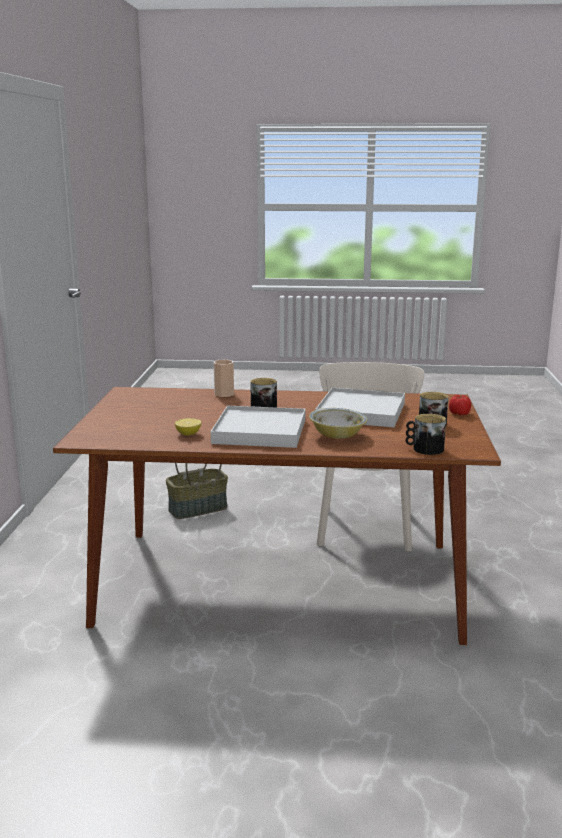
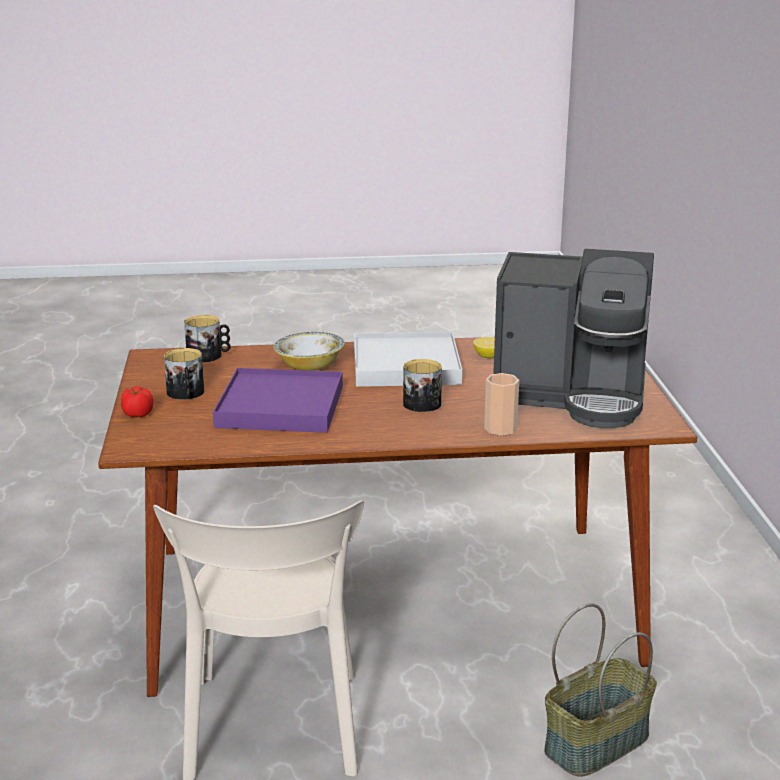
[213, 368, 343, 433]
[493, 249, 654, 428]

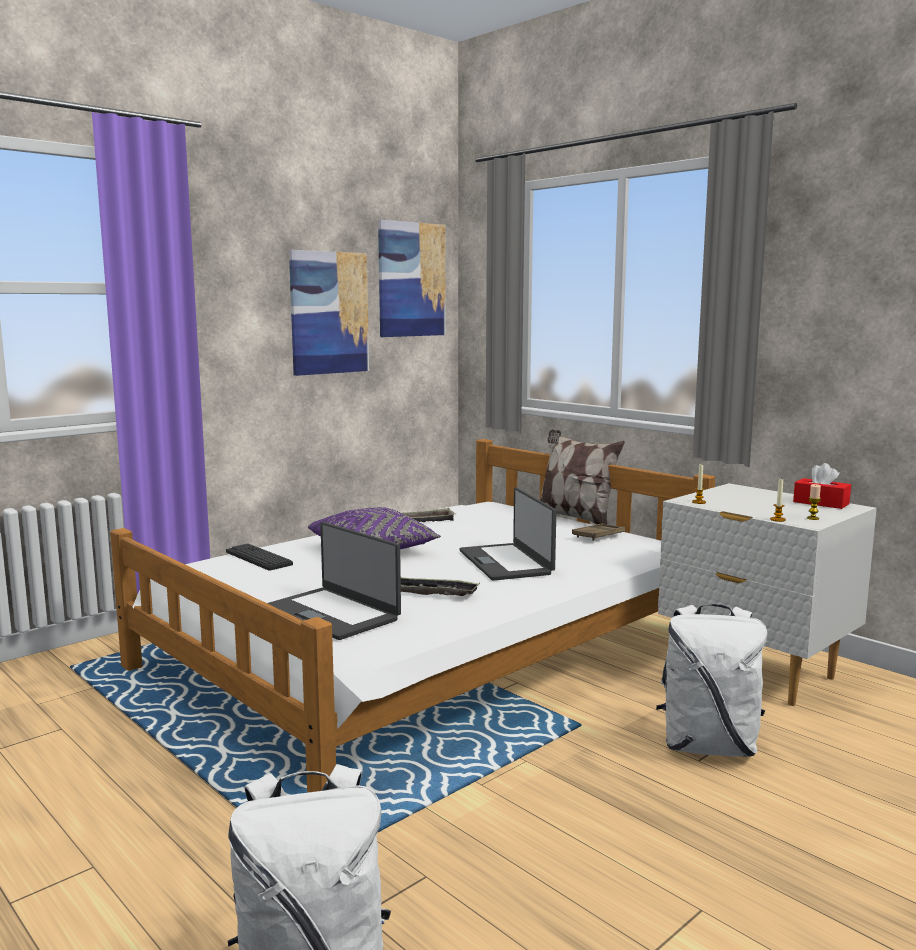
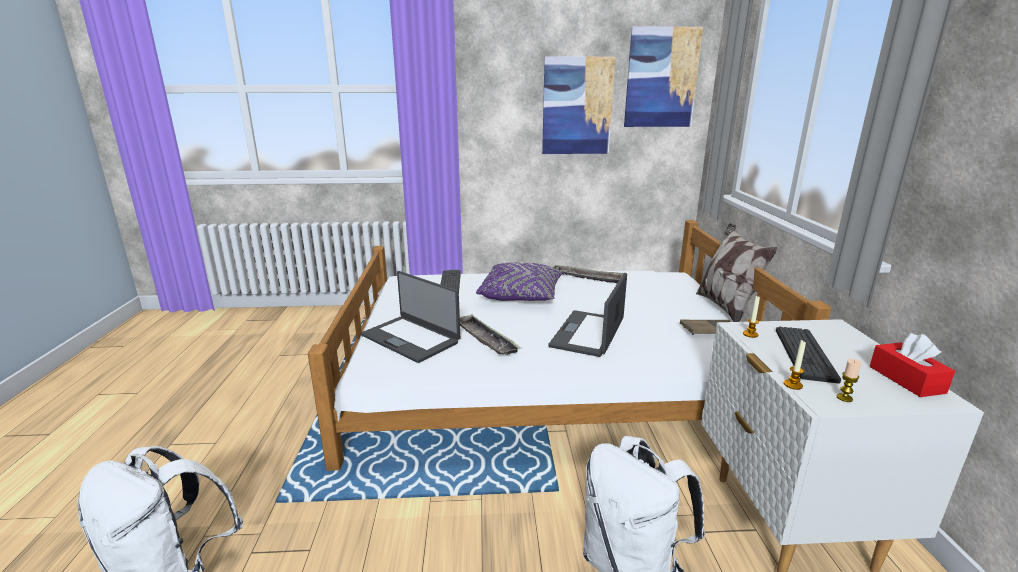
[361, 271, 460, 363]
[776, 327, 841, 384]

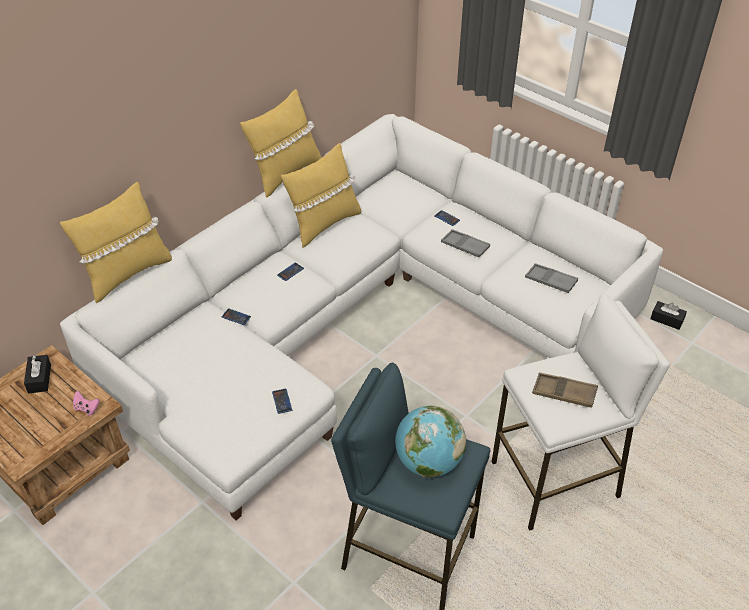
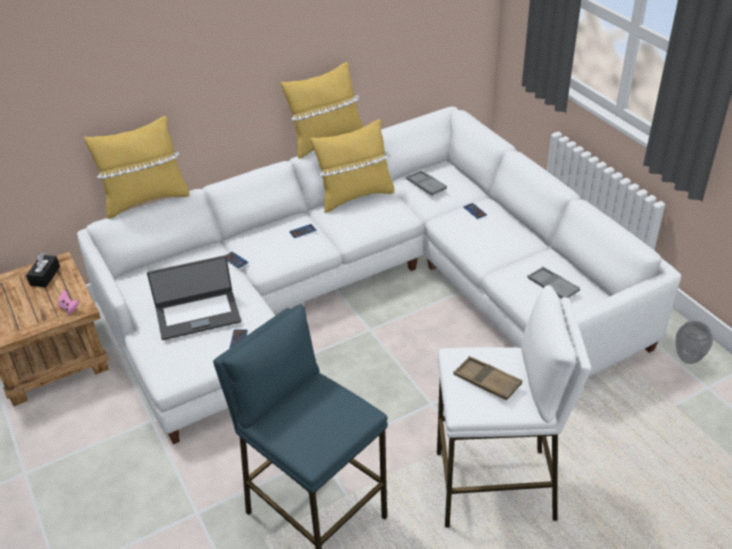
[147, 255, 241, 340]
[406, 170, 447, 195]
[675, 321, 713, 364]
[395, 406, 466, 478] (first image)

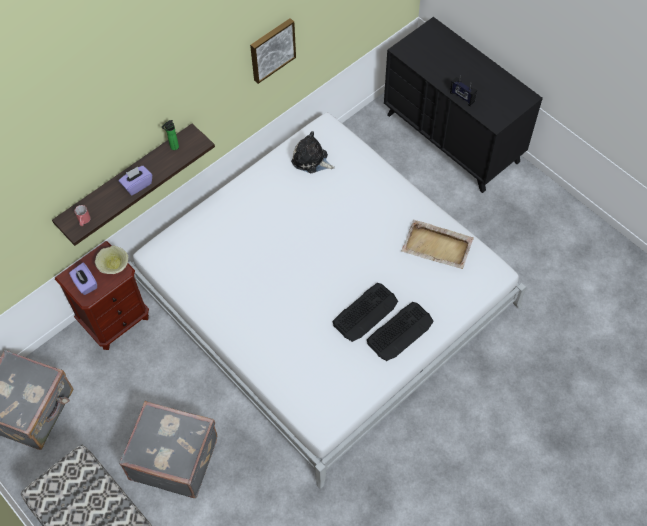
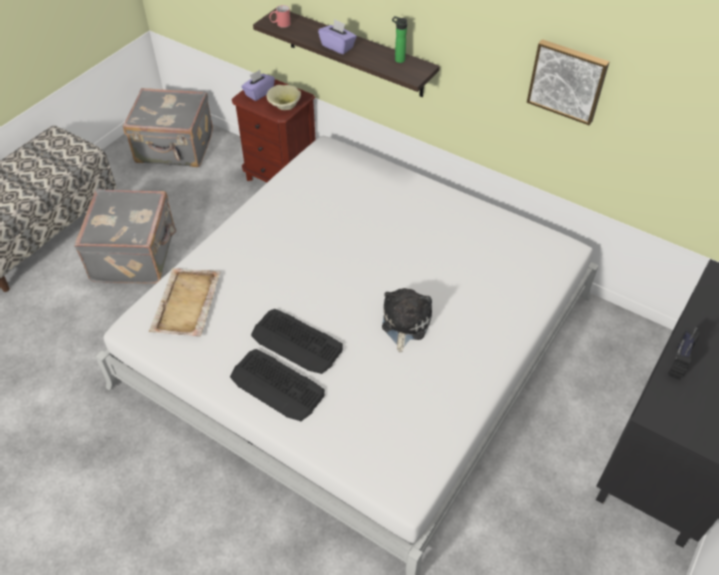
[149, 268, 221, 336]
[382, 288, 432, 352]

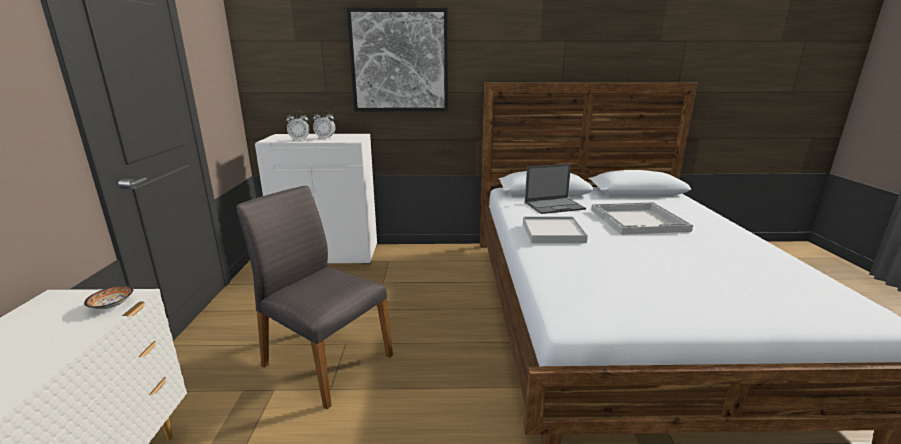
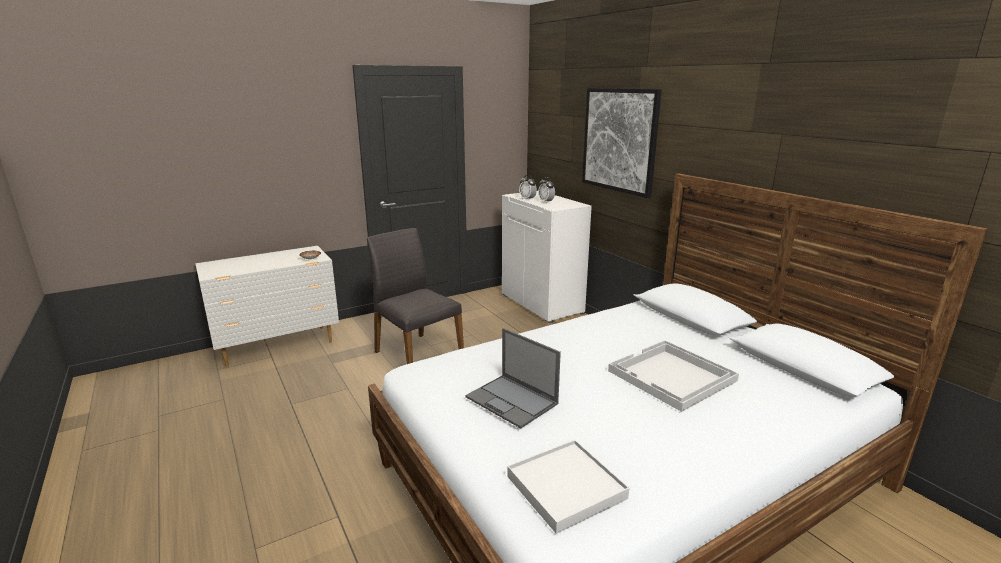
[367, 228, 464, 364]
[465, 328, 561, 429]
[507, 440, 629, 534]

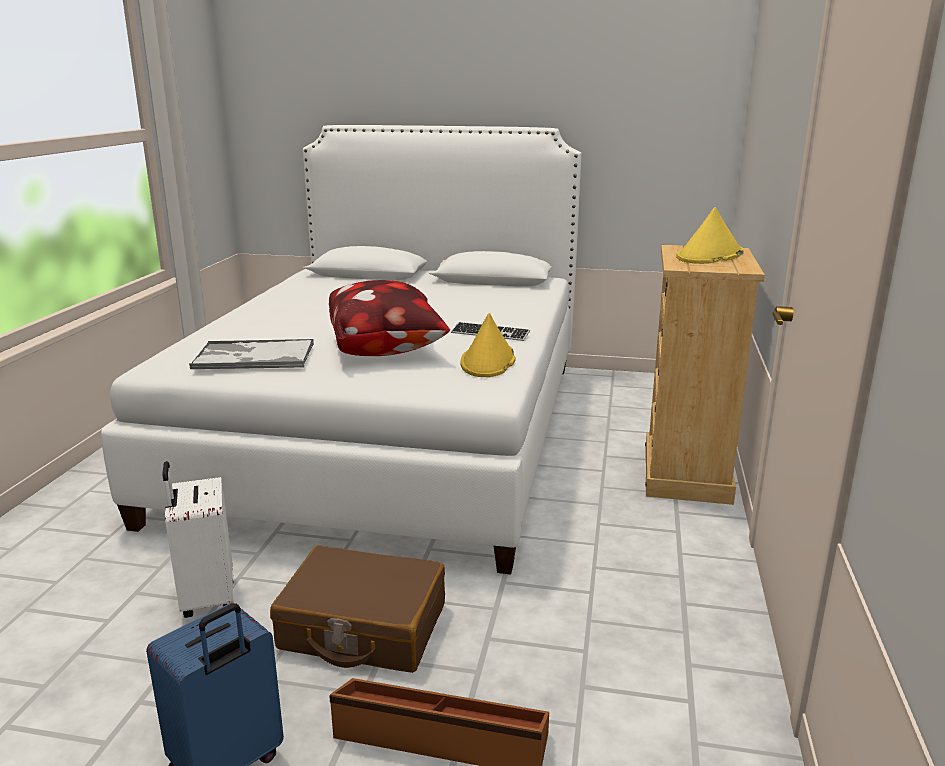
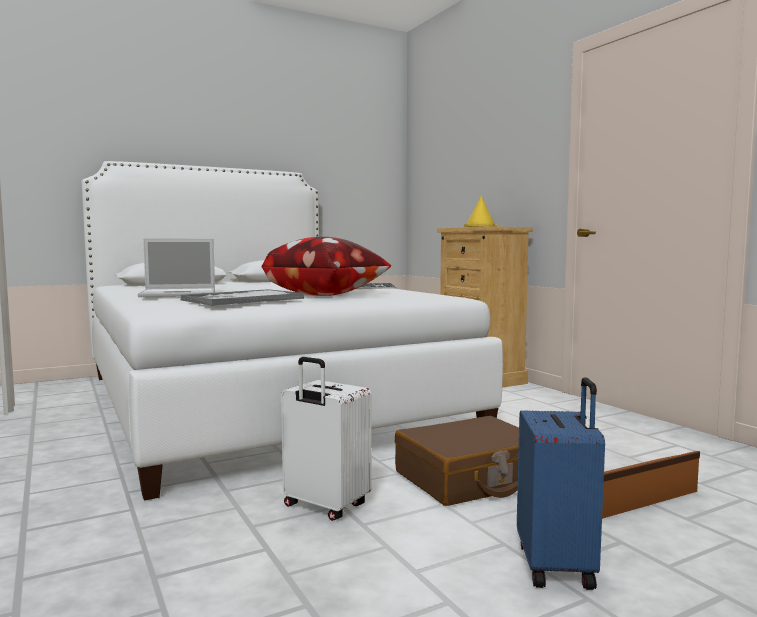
[138, 238, 215, 297]
[460, 313, 516, 377] (first image)

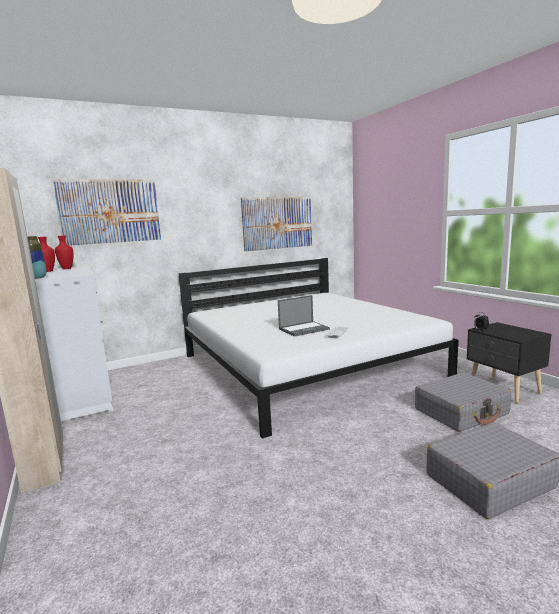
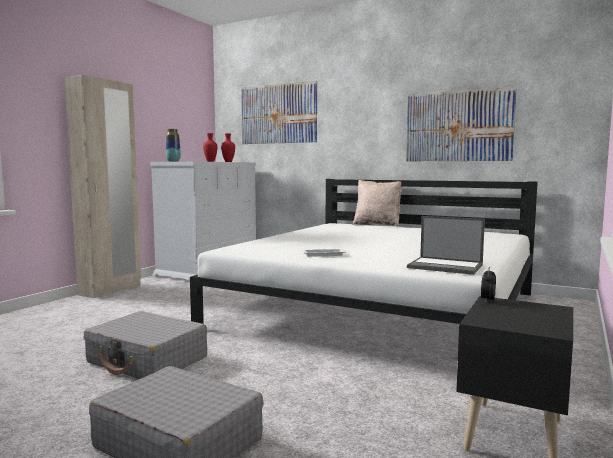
[84, 311, 207, 379]
[353, 180, 402, 227]
[407, 216, 485, 275]

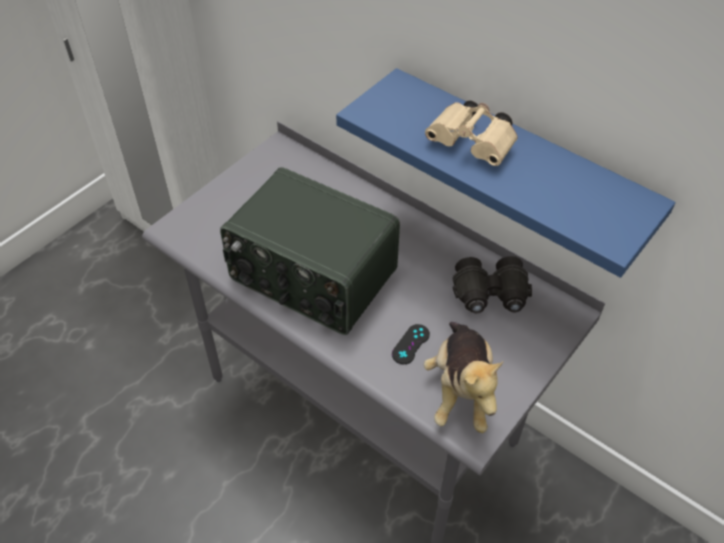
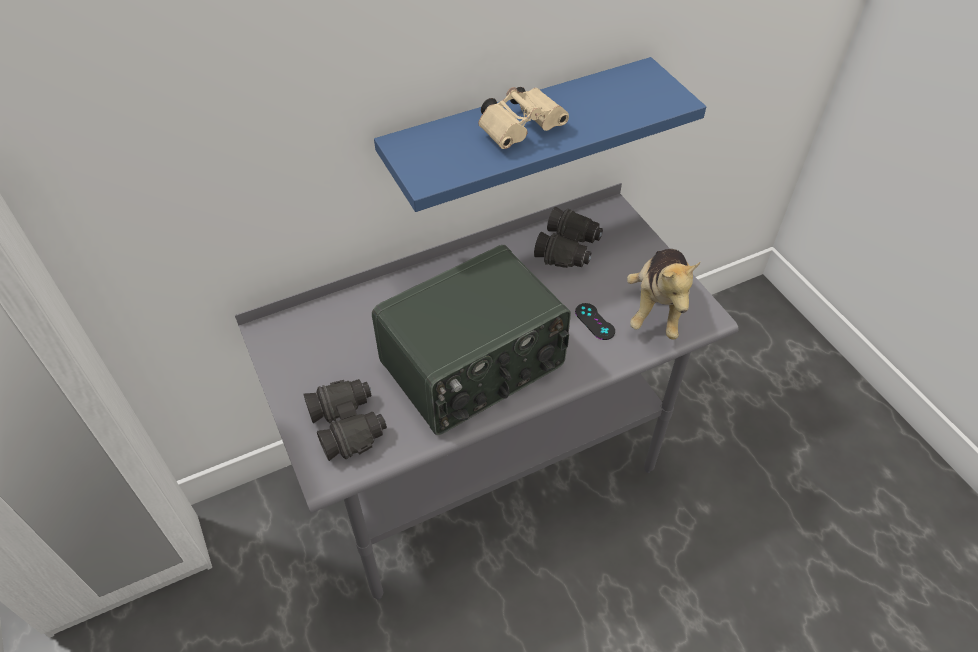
[303, 379, 387, 461]
[627, 249, 700, 339]

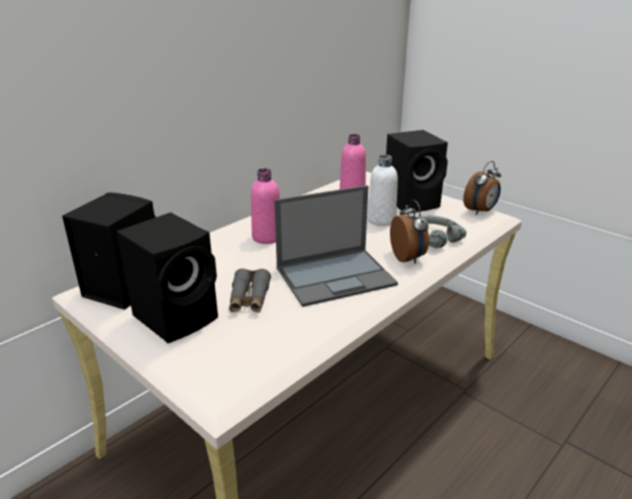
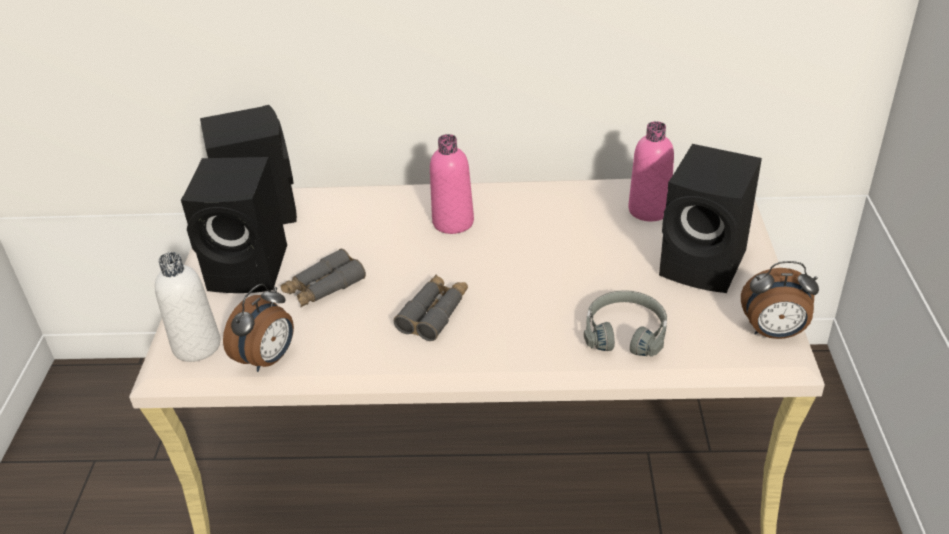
[155, 252, 220, 362]
[223, 284, 294, 372]
[394, 274, 468, 341]

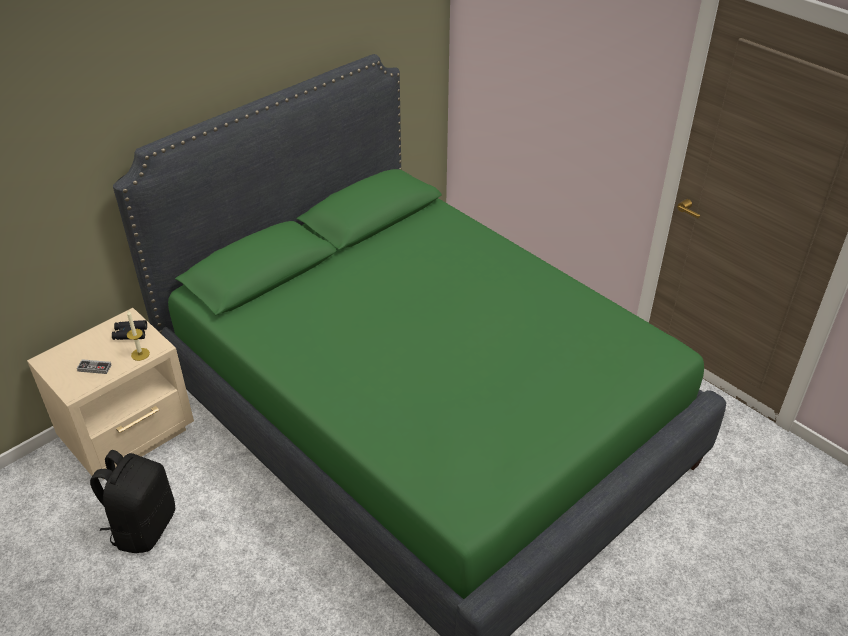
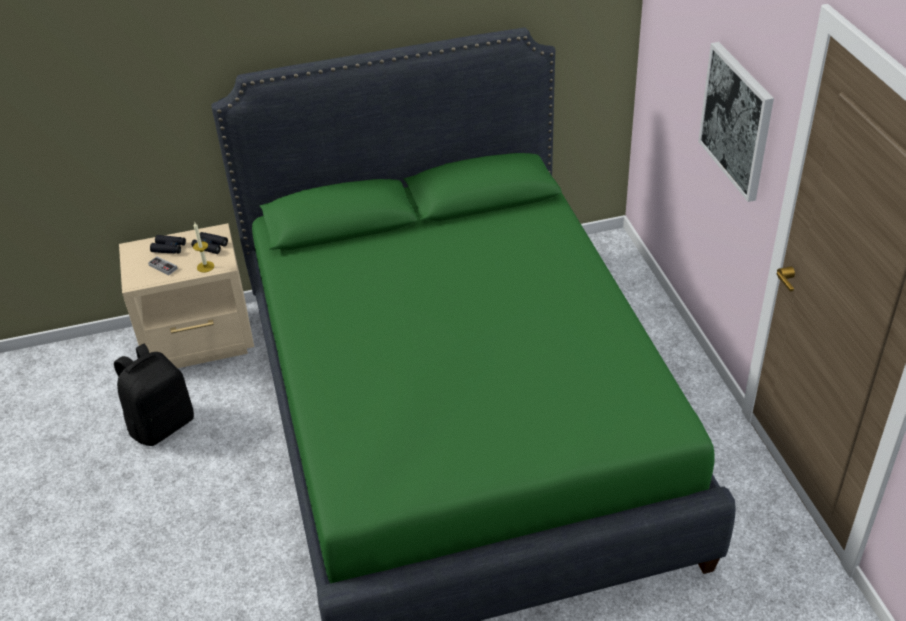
[150, 235, 186, 254]
[698, 42, 774, 202]

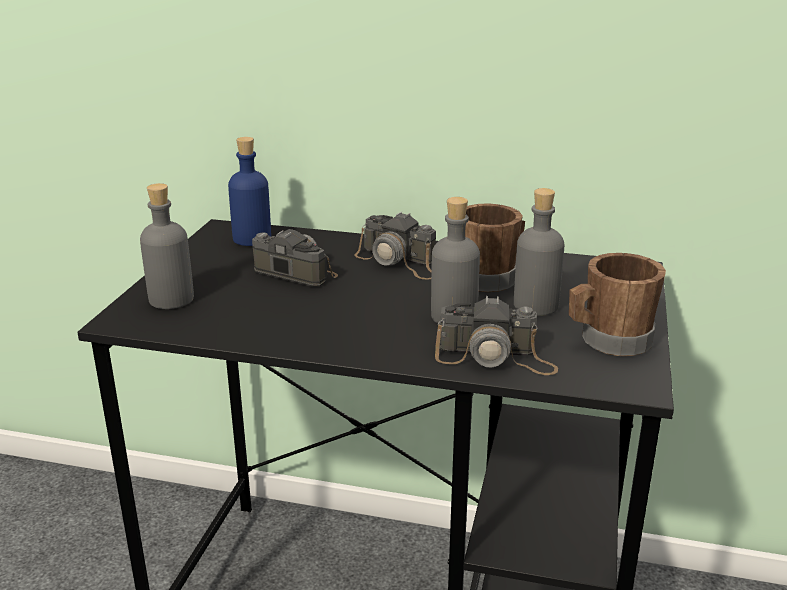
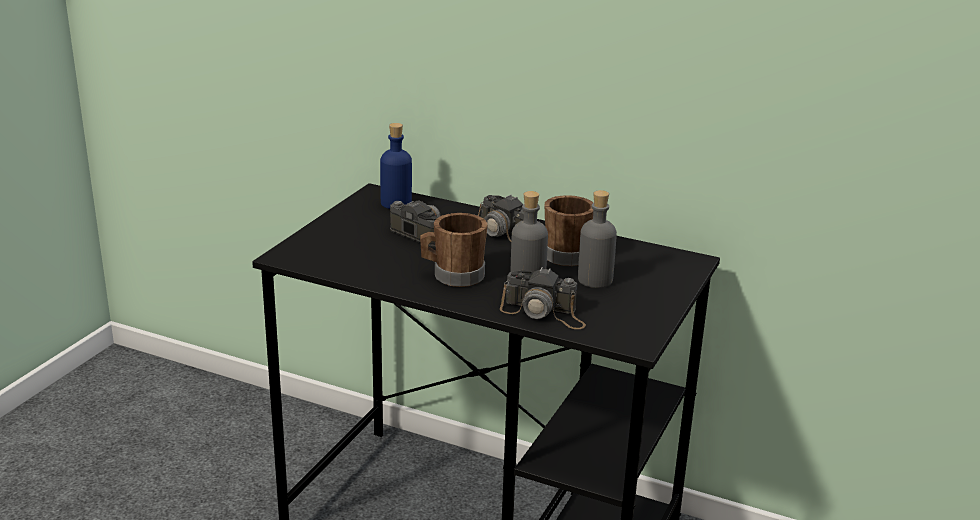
[420, 213, 488, 287]
[140, 183, 194, 309] (first image)

